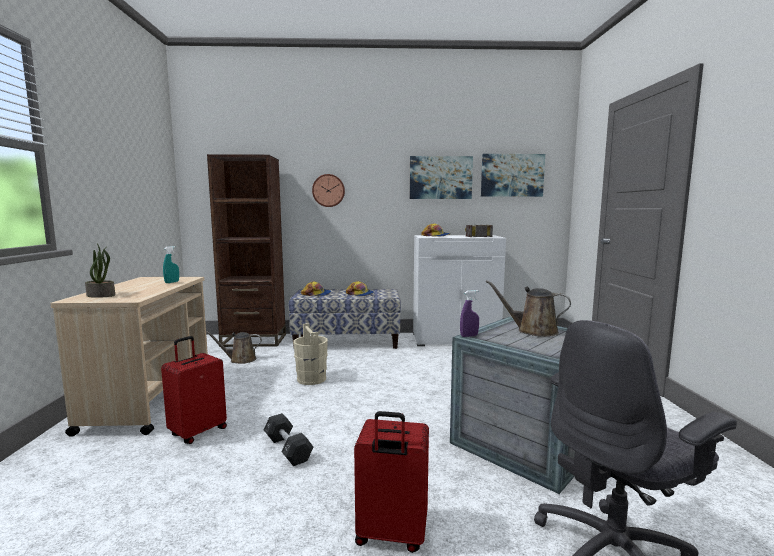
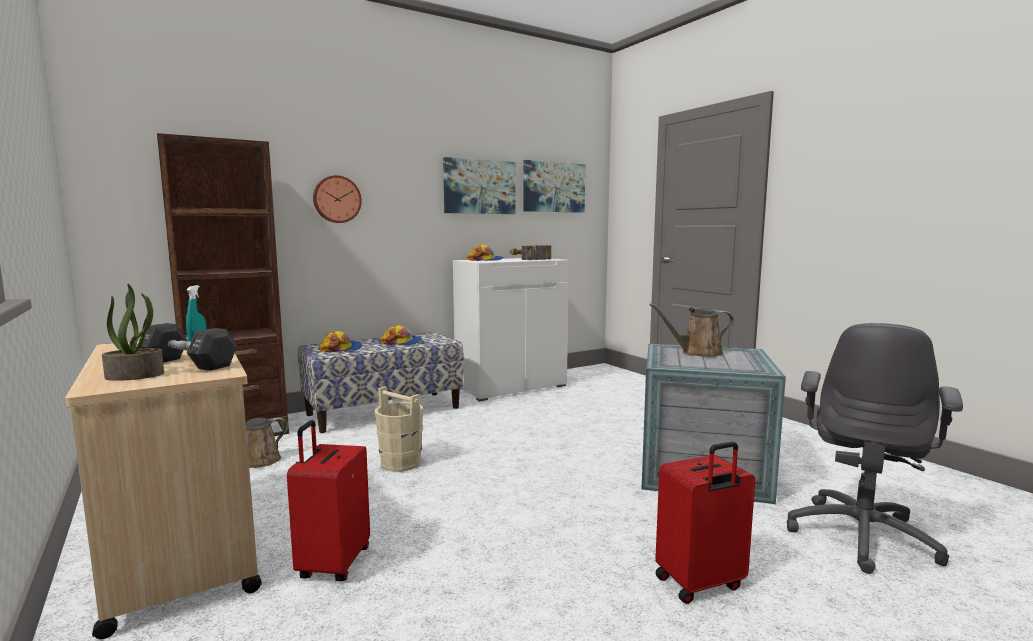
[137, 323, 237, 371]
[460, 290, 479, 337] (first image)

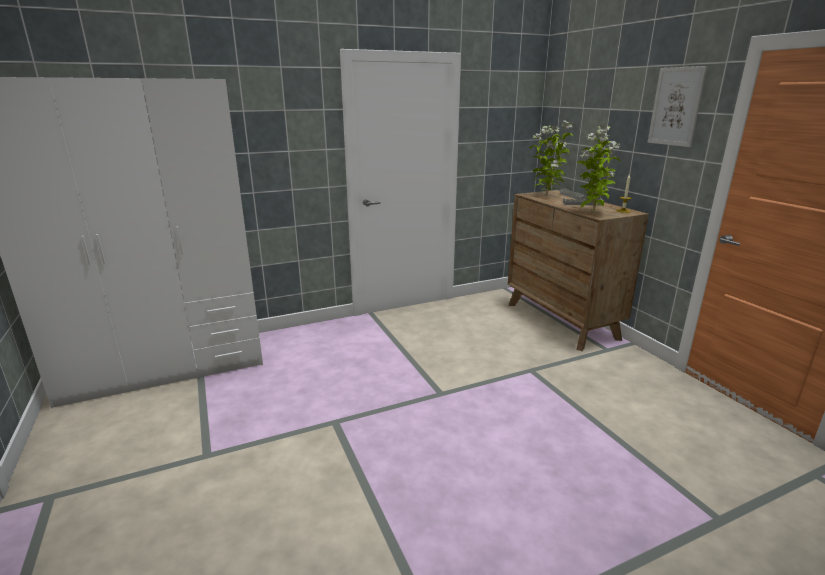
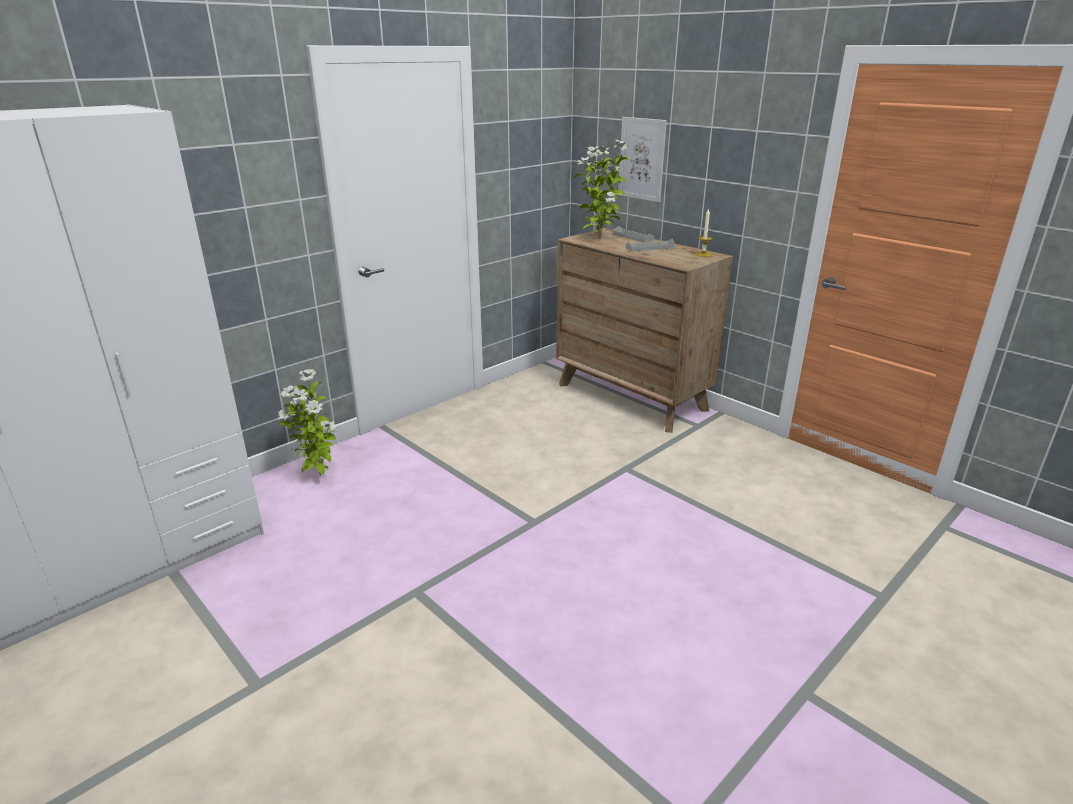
[278, 369, 337, 476]
[618, 117, 667, 202]

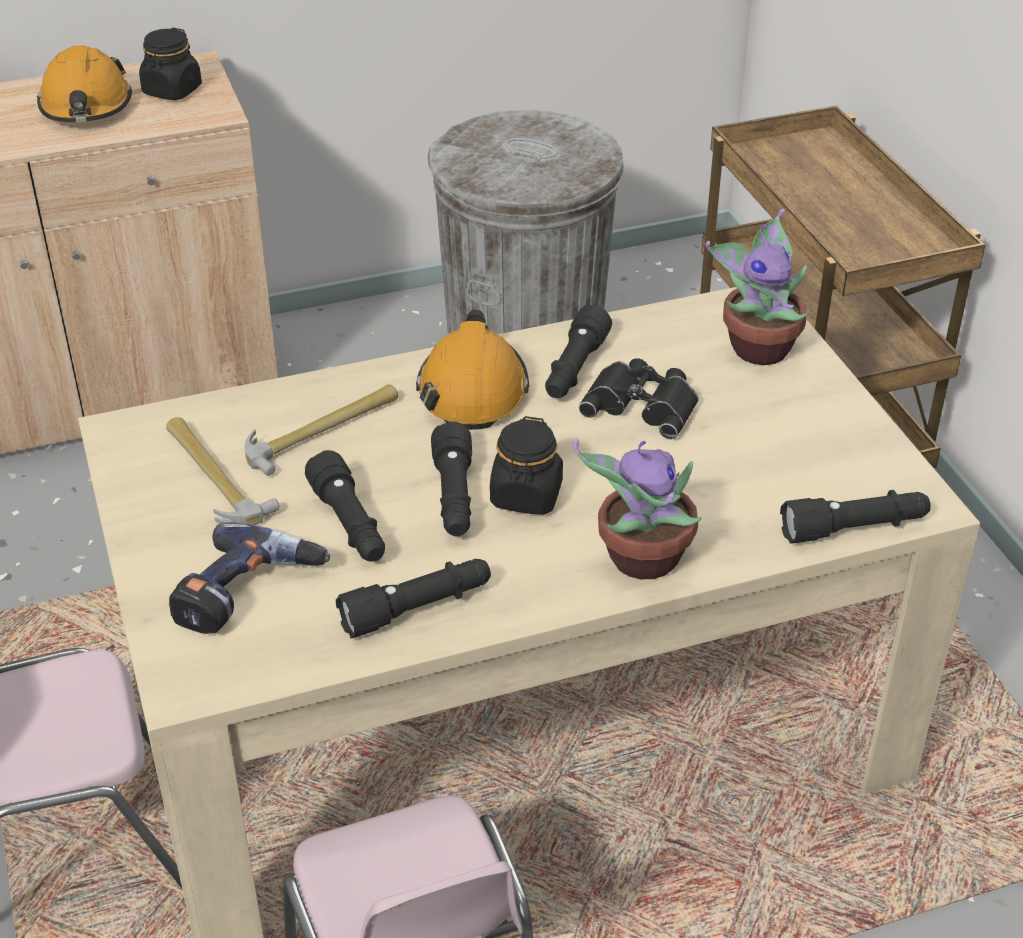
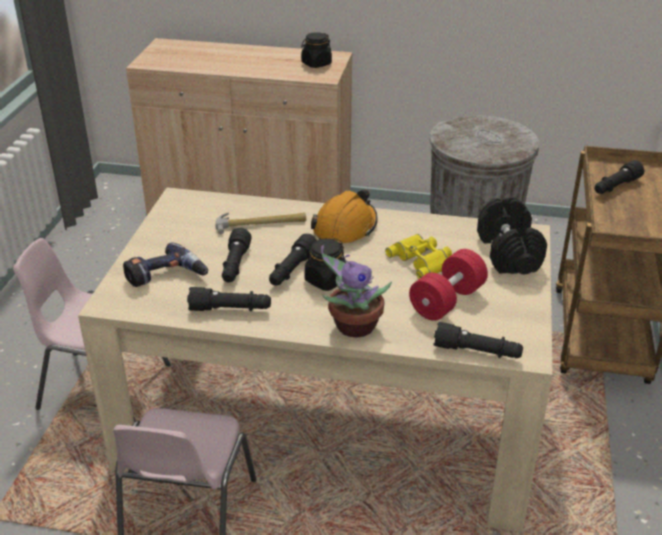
[385, 234, 452, 279]
[409, 249, 488, 321]
[477, 197, 547, 274]
[595, 160, 644, 194]
[37, 45, 132, 122] (first image)
[166, 417, 280, 525] (first image)

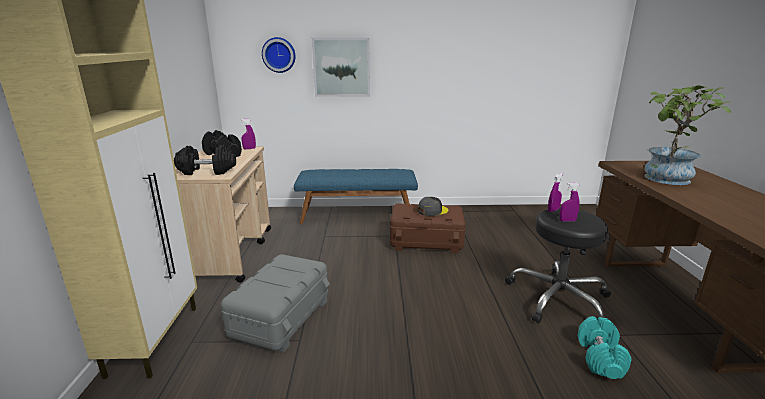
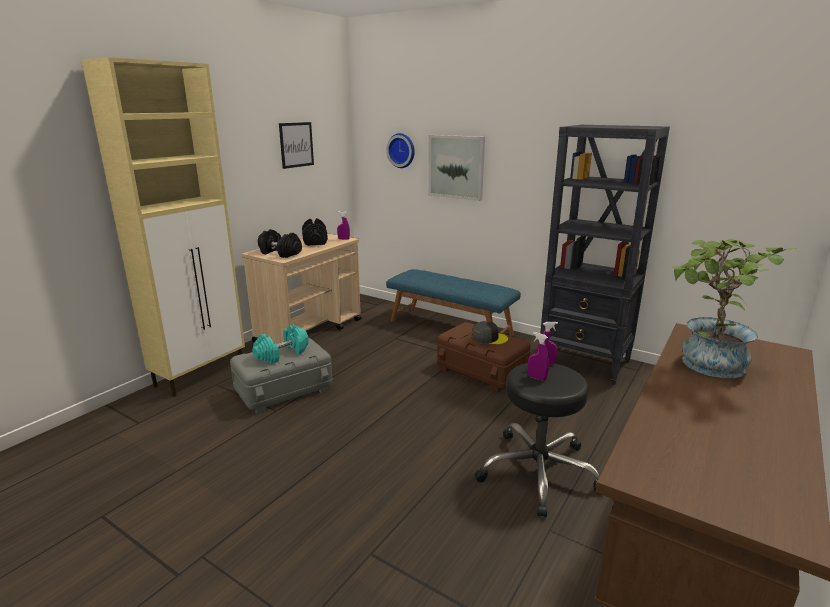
[252, 325, 309, 364]
[279, 122, 314, 169]
[540, 125, 670, 385]

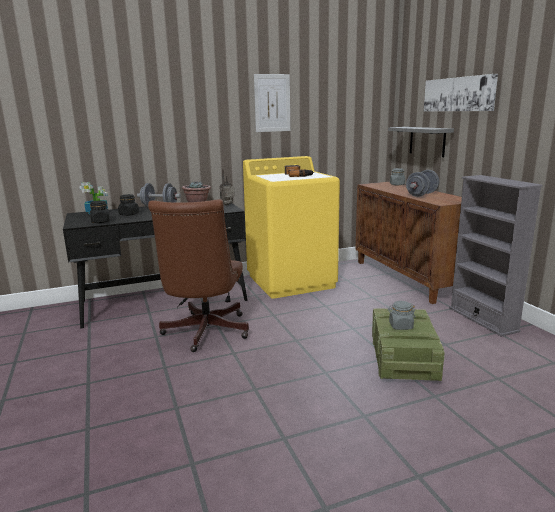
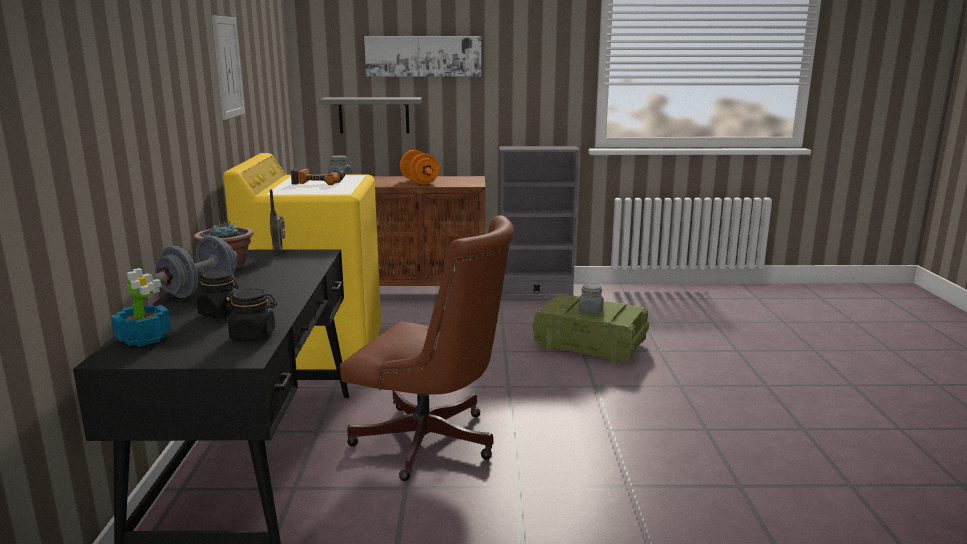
[400, 150, 439, 185]

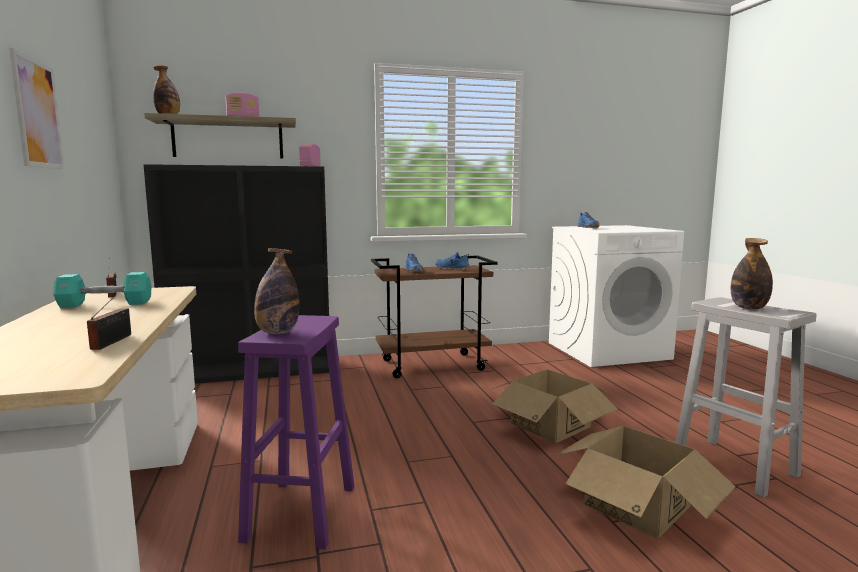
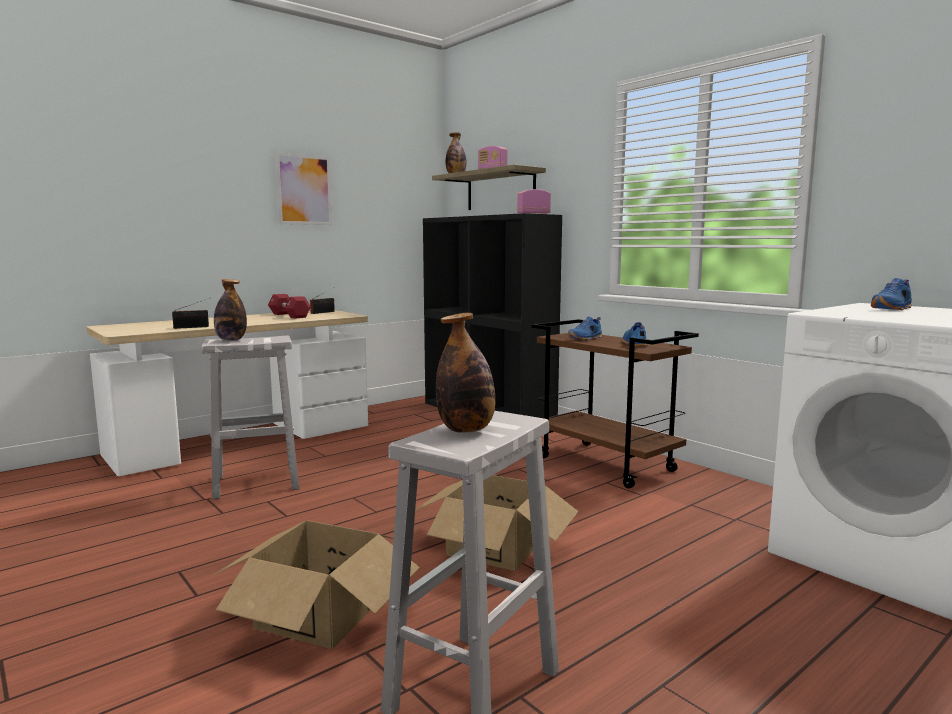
[202, 335, 299, 499]
[268, 294, 311, 319]

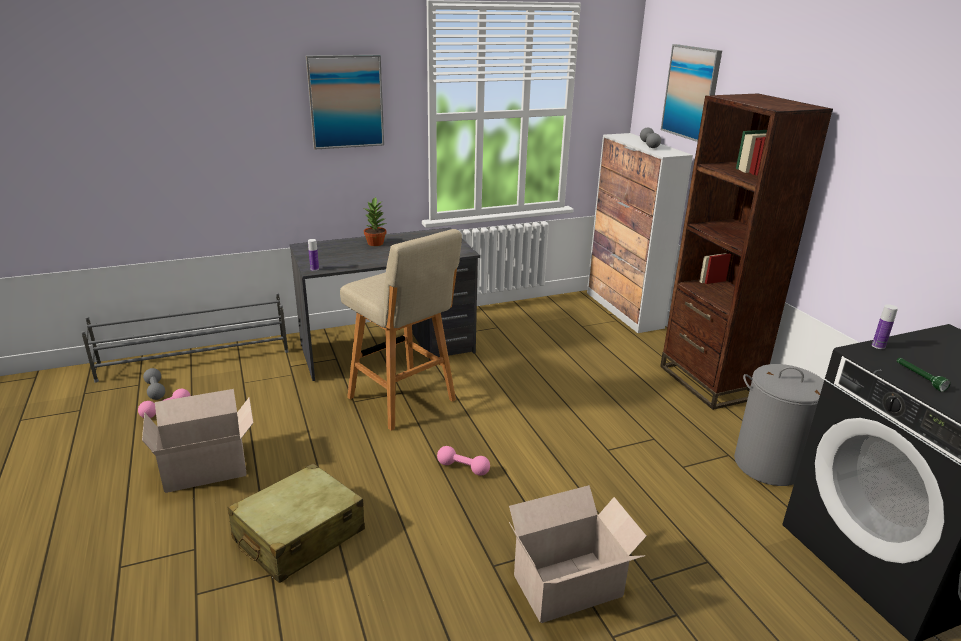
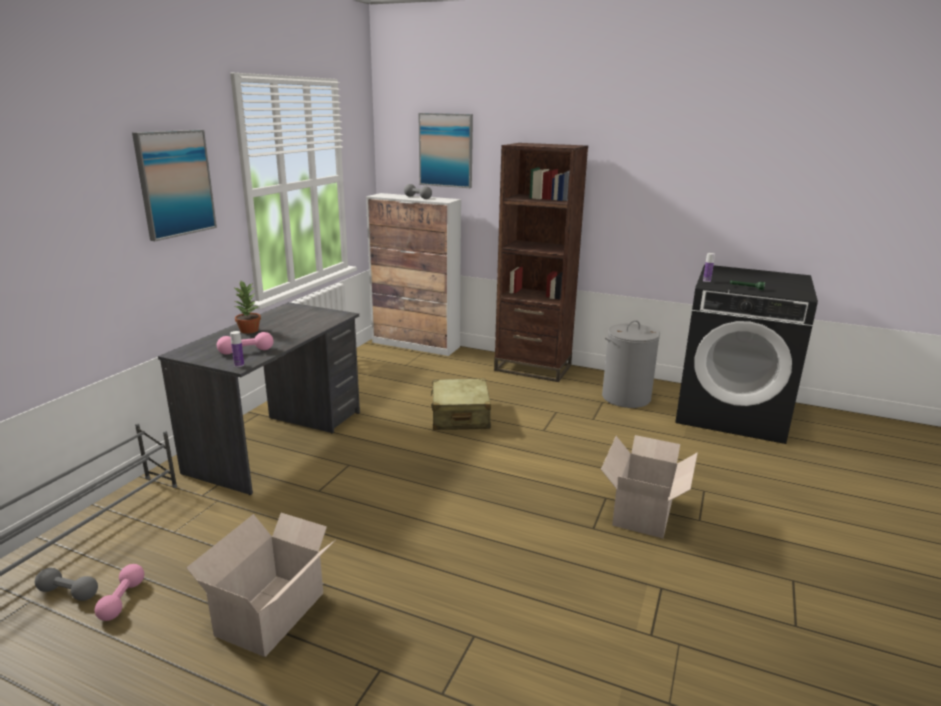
[217, 332, 273, 355]
[430, 378, 491, 430]
[340, 229, 462, 431] (first image)

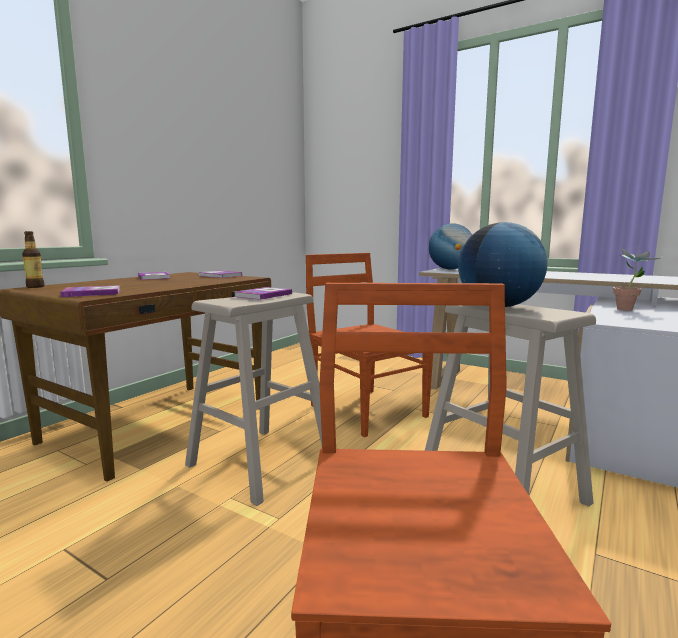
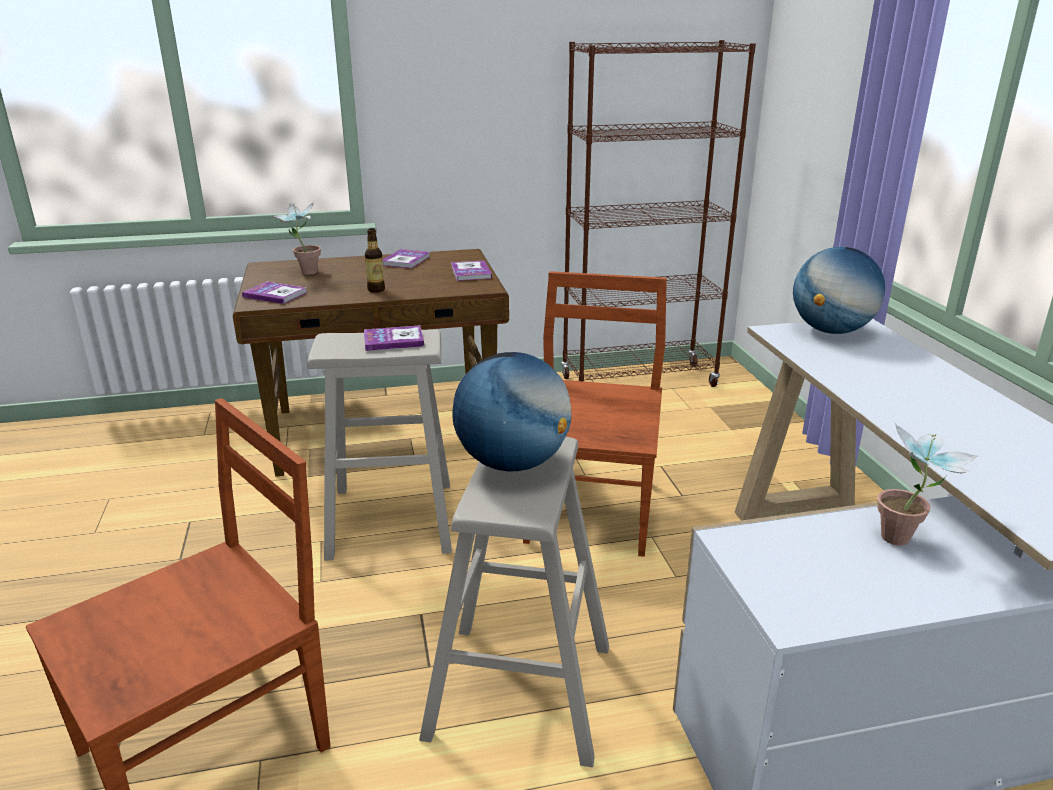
[272, 202, 321, 275]
[365, 228, 385, 293]
[561, 40, 756, 387]

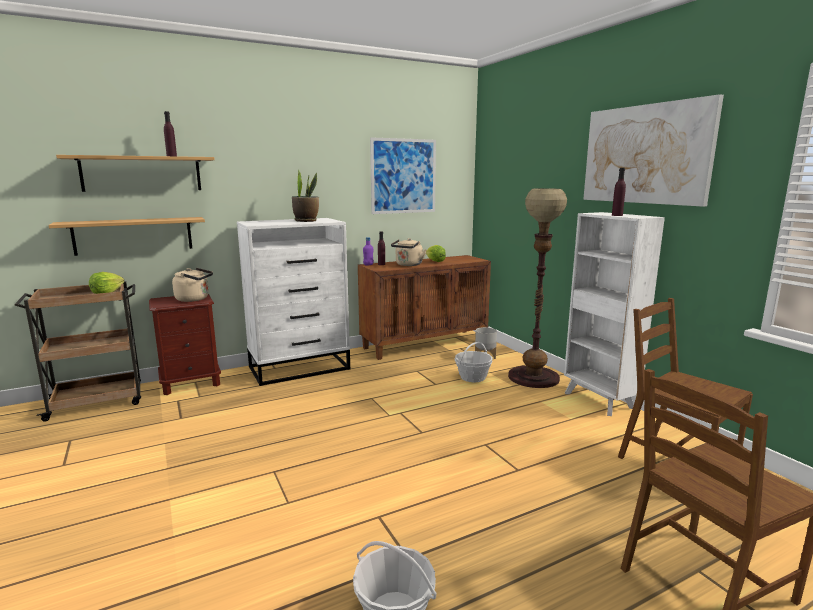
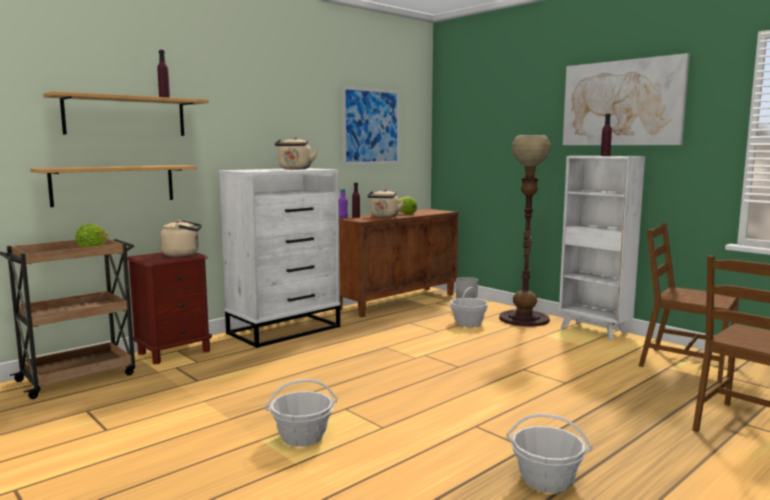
[265, 379, 337, 447]
[275, 137, 318, 169]

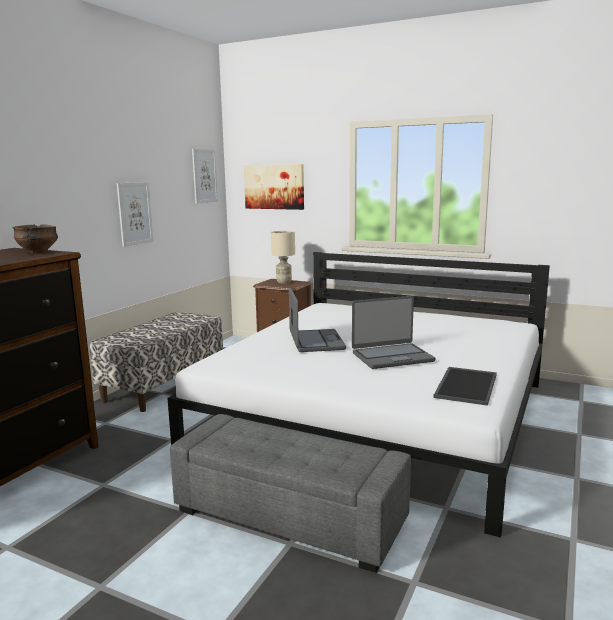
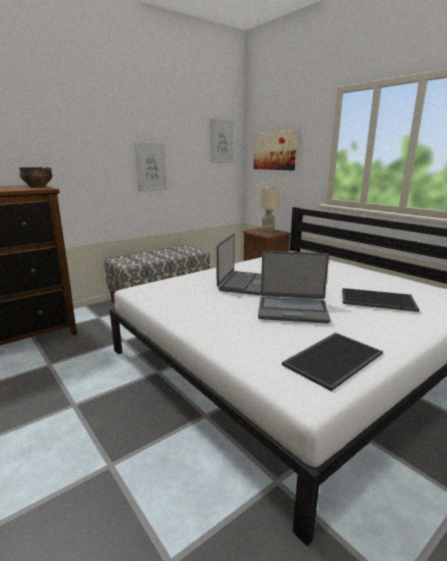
[342, 288, 419, 312]
[170, 414, 411, 573] (first image)

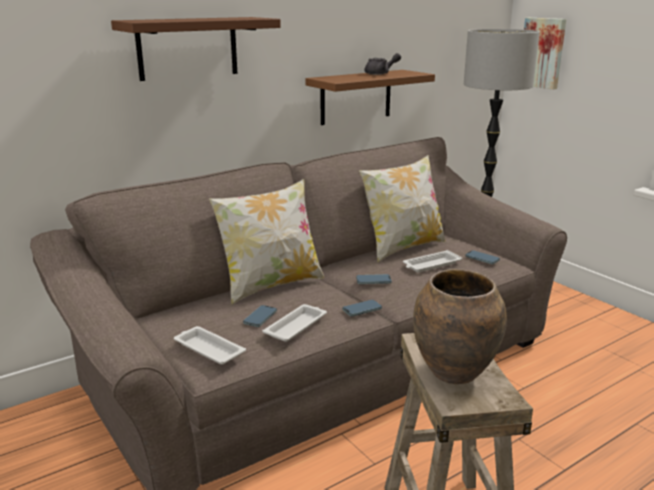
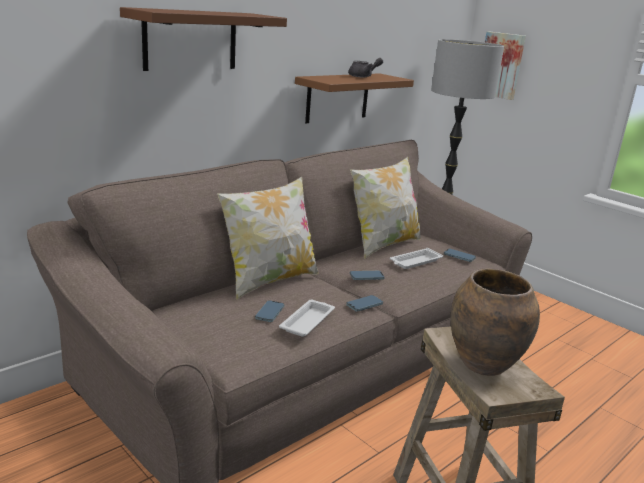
[174, 326, 246, 365] (first image)

